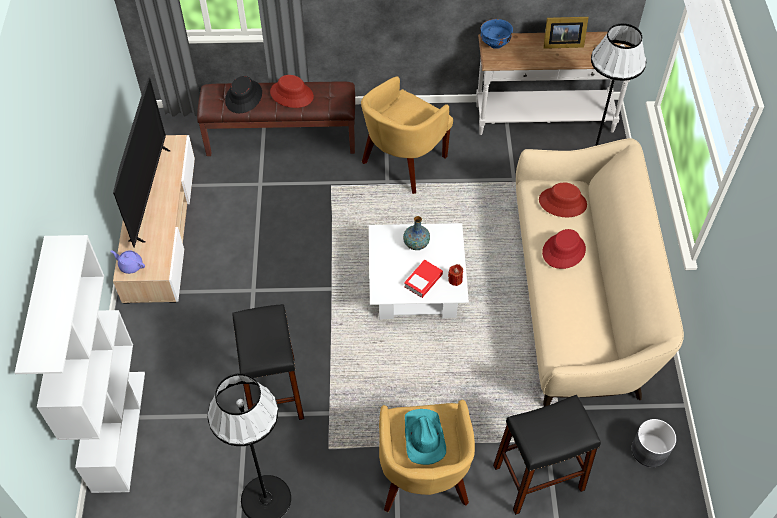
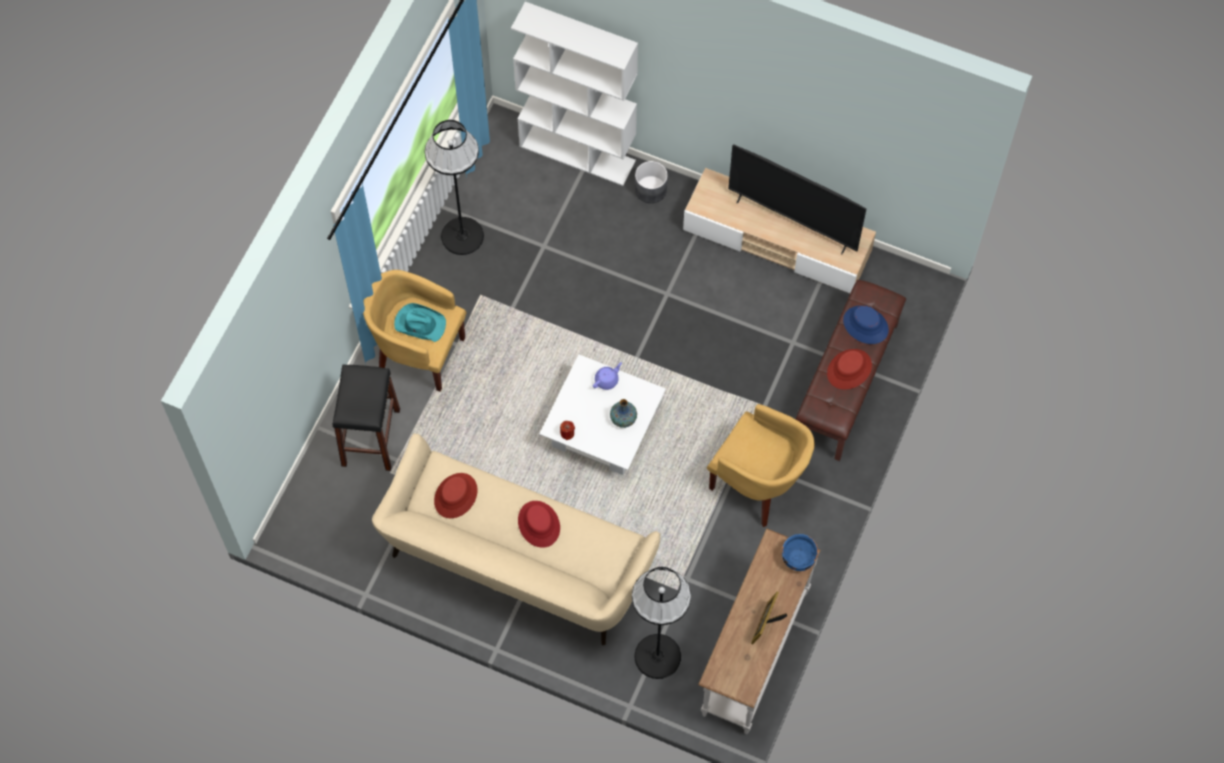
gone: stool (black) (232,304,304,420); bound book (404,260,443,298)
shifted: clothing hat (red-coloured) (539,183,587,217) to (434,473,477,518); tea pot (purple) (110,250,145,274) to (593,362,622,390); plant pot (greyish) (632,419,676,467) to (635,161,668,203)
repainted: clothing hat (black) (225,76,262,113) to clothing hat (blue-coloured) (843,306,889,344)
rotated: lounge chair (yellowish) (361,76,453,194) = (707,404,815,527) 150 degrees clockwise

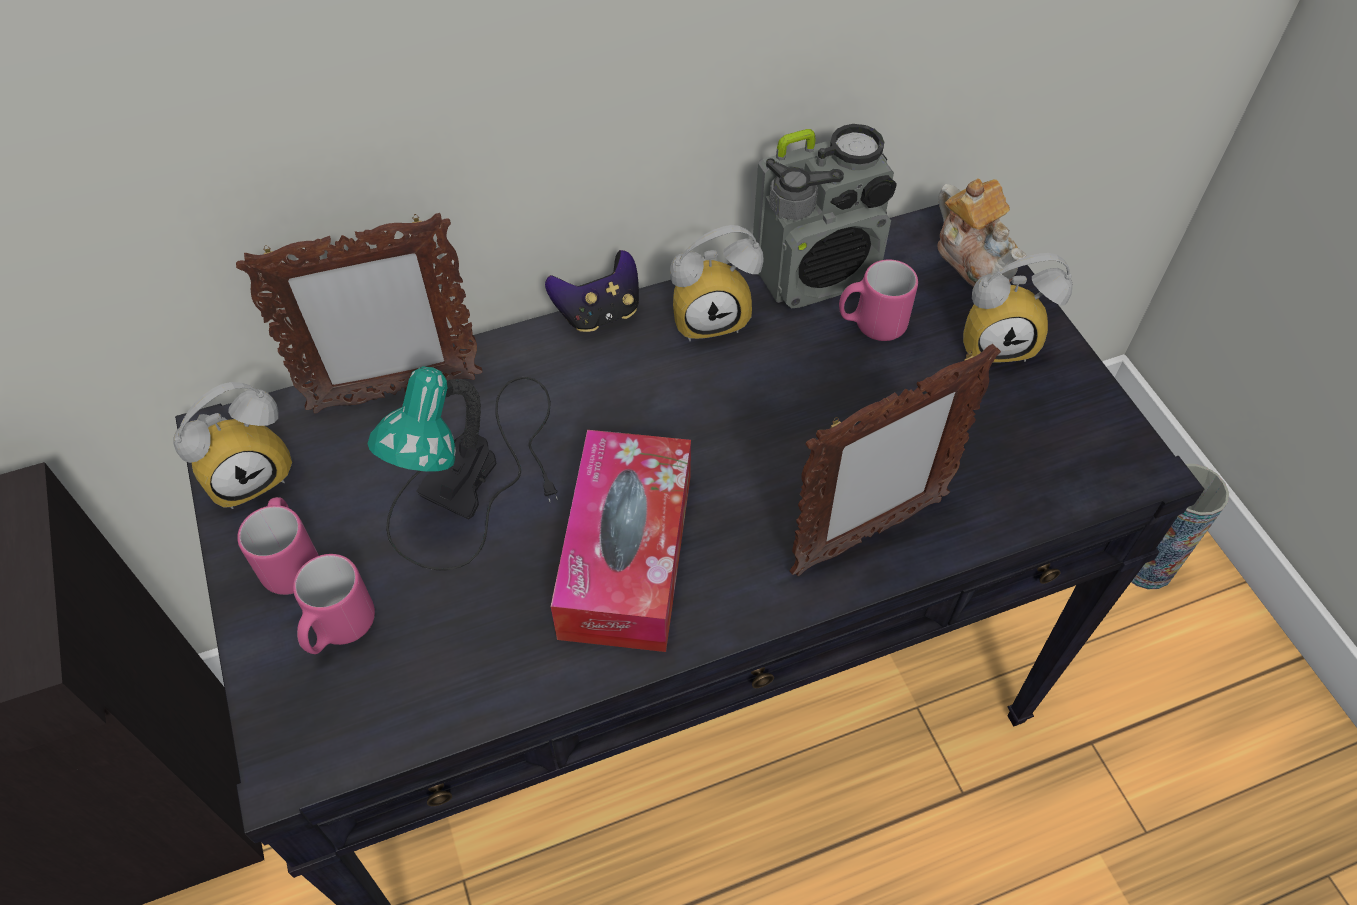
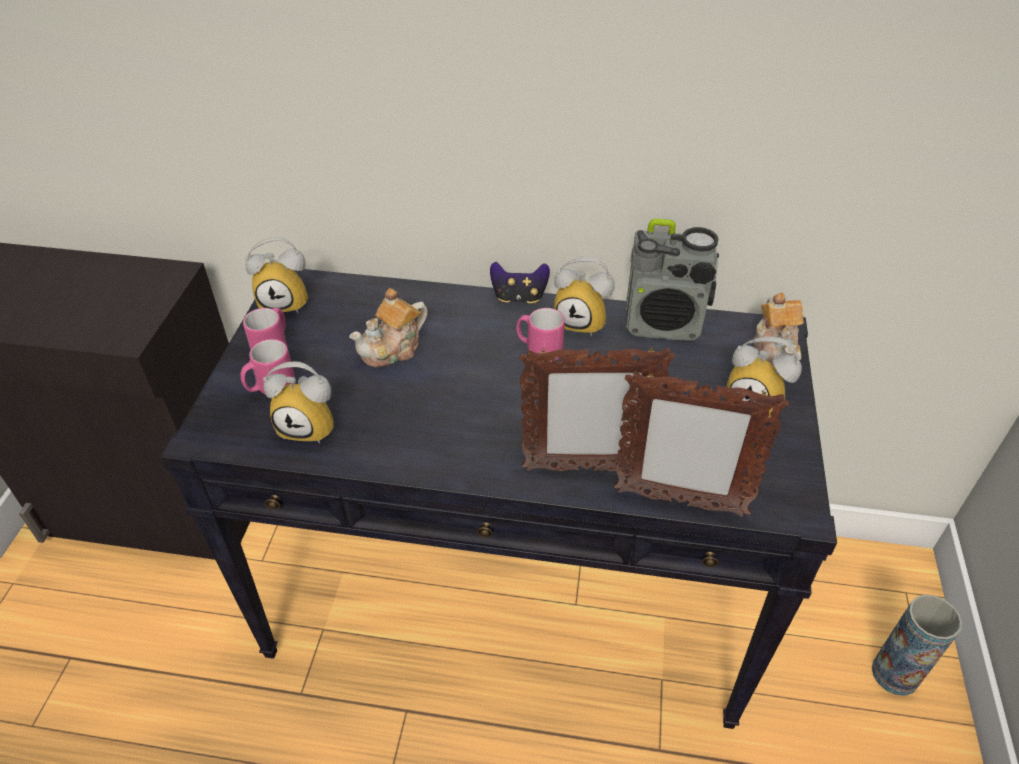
gone: box of tissues (551,430,691,652)
new: bedside clock (263,361,334,444)
shifted: coffee mug (pinkish) (839,260,918,341) to (516,308,565,362); picture frame (236,213,483,414) to (614,371,789,517)
swapped: table lamp (368,366,558,571) to tea pot (349,288,428,367)

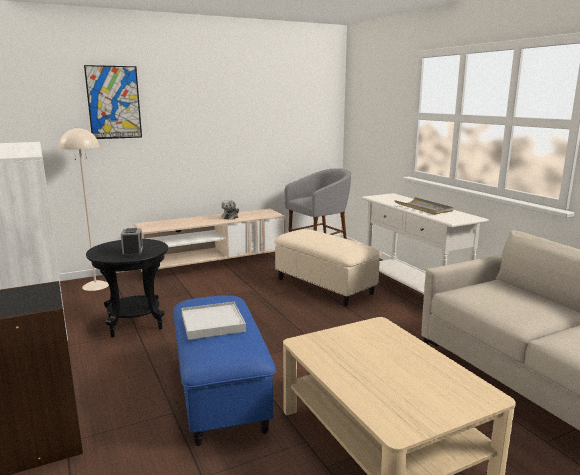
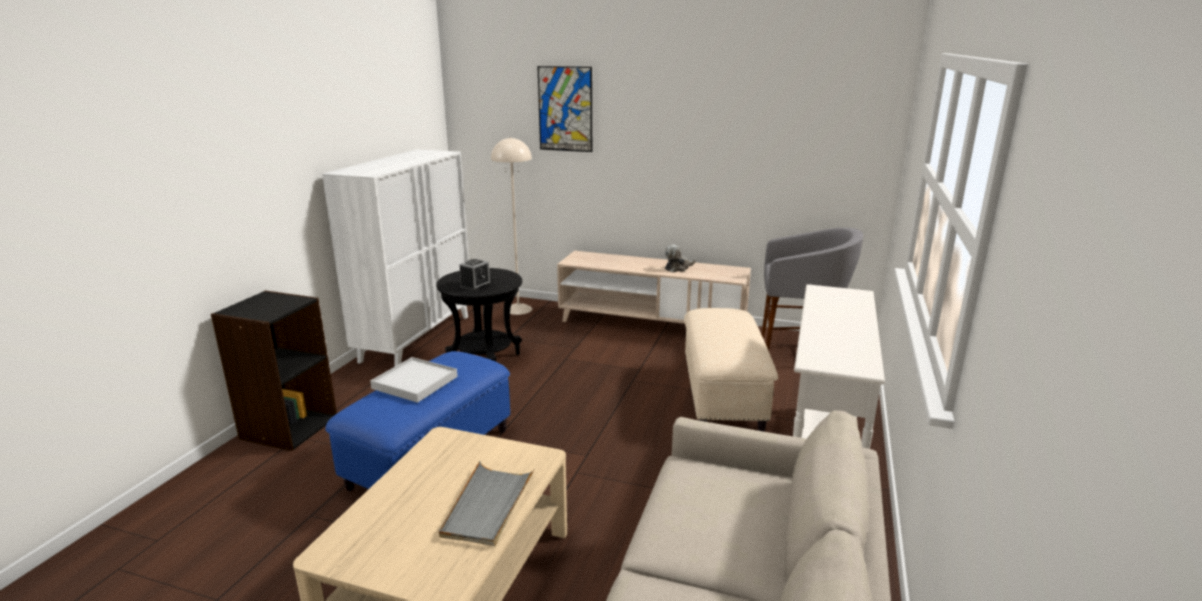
shifted: tray (greyish) (394,197,454,215) to (439,461,535,546)

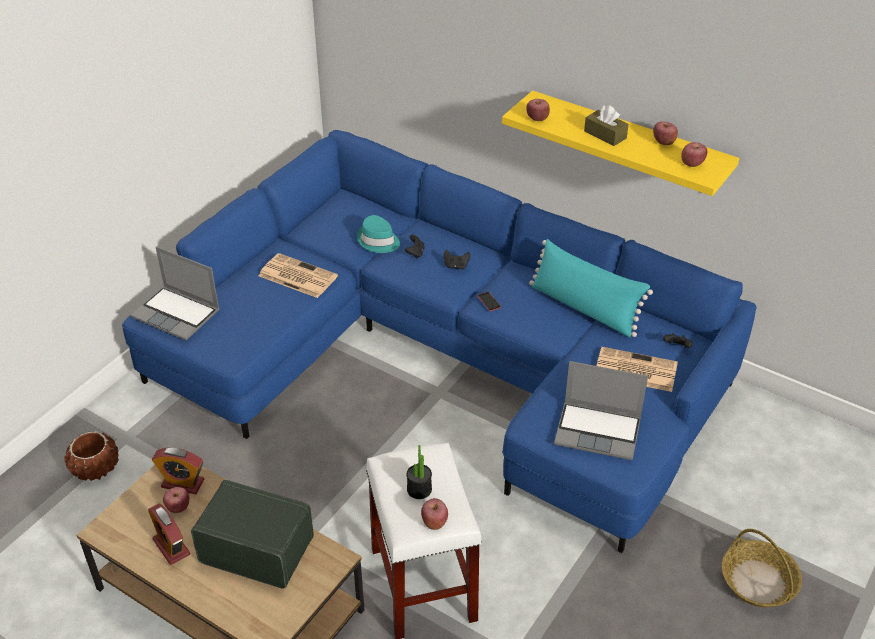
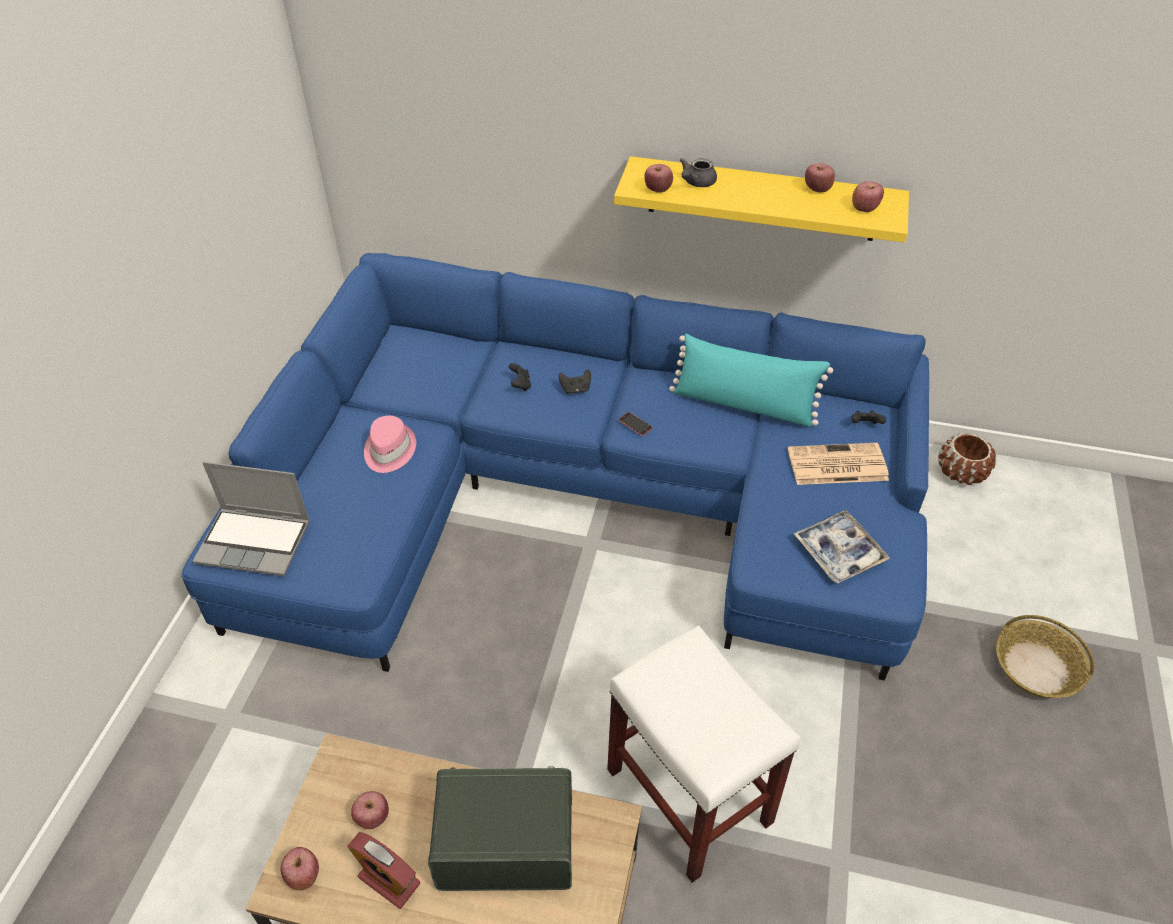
gone: bedside clock (152,447,204,494); clothing hat (blue-green) (357,215,400,253); houseplant (407,445,432,499); box of tissues (brownish) (584,105,629,146)
new: tea pot (greyish) (680,158,717,187)
shifted: apple (421,498,448,530) to (281,847,319,890); plant pot (brownish) (64,431,119,481) to (938,433,996,485)
swapped: newspaper (259,253,338,298) to clothing hat (pinkish) (364,416,416,473); portable computer (554,361,648,460) to tray (794,511,890,583)

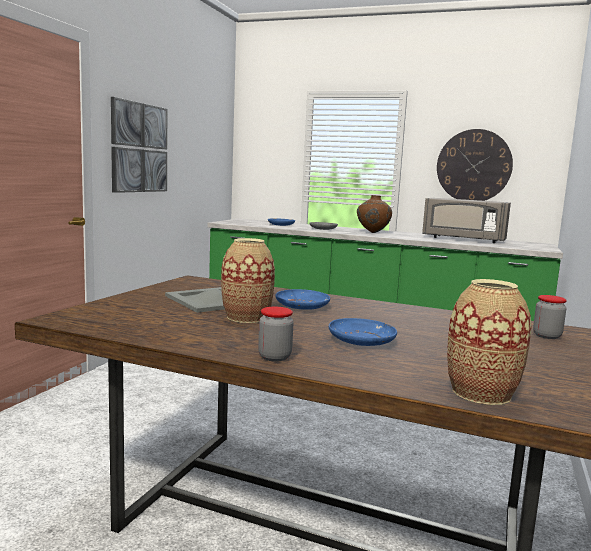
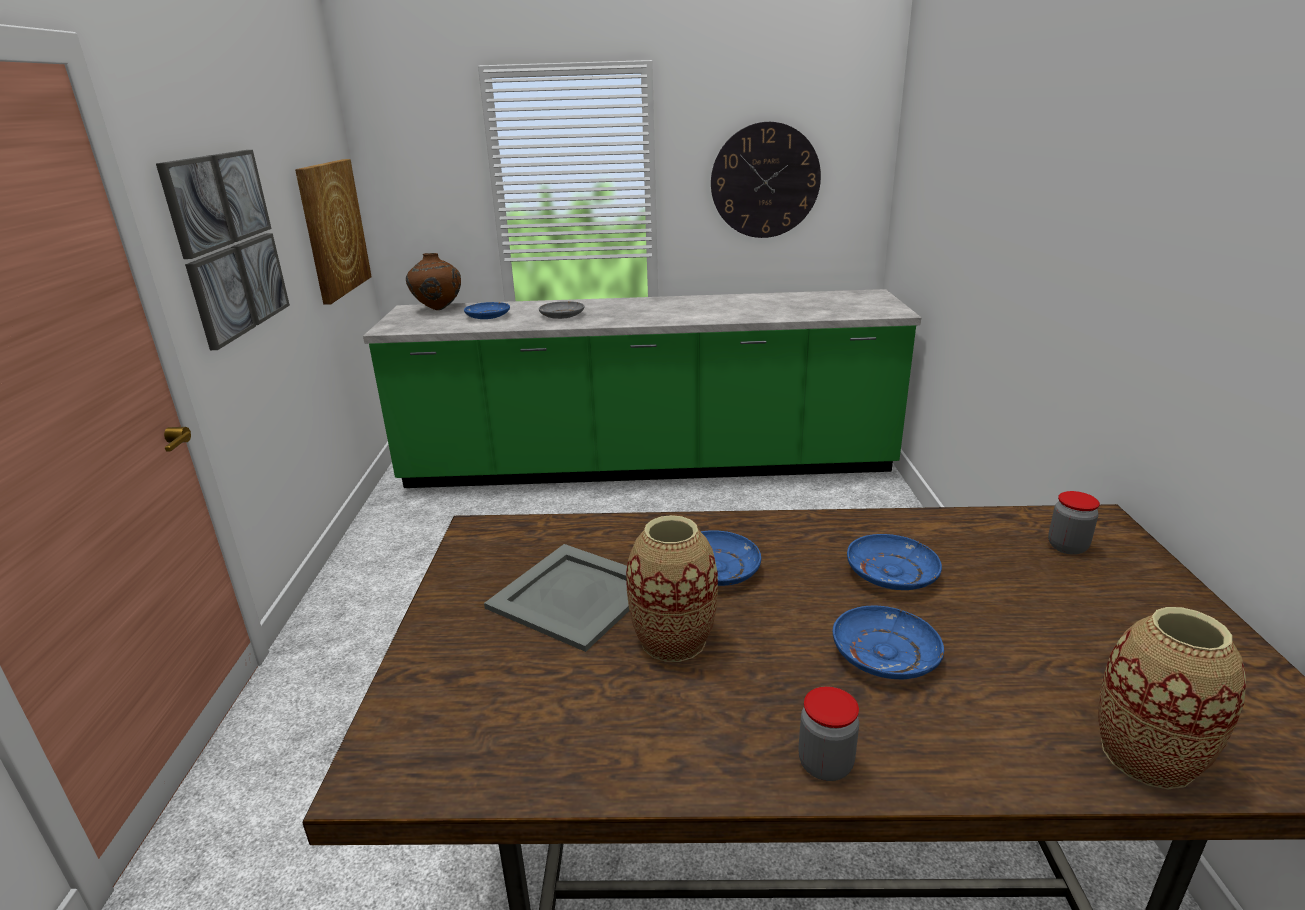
gone: kitchen microwave (greyish) (422,198,511,243)
new: wall picture (295,159,372,305); dinner plate (blue-coloured) (847,534,942,590)
shifted: vase (brownish) (357,195,392,233) to (406,253,461,310)

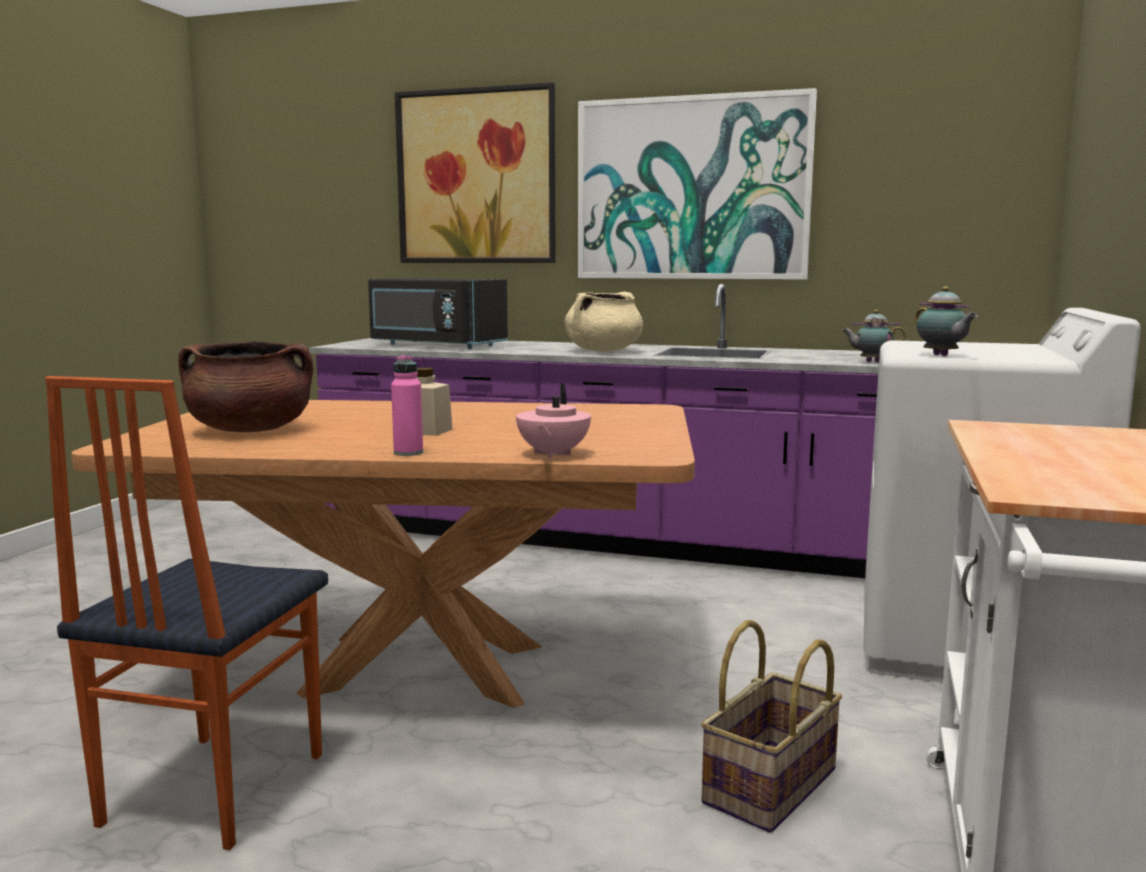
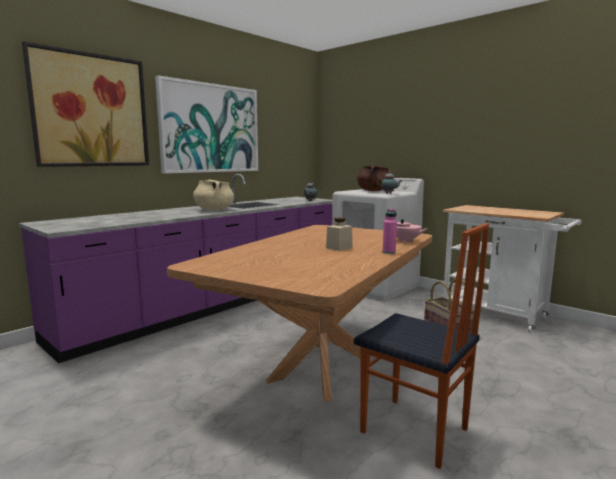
gone: kitchen microwave (black) (368,278,508,349)
shifted: stockpot (brownish) (178,341,313,432) to (357,165,389,191)

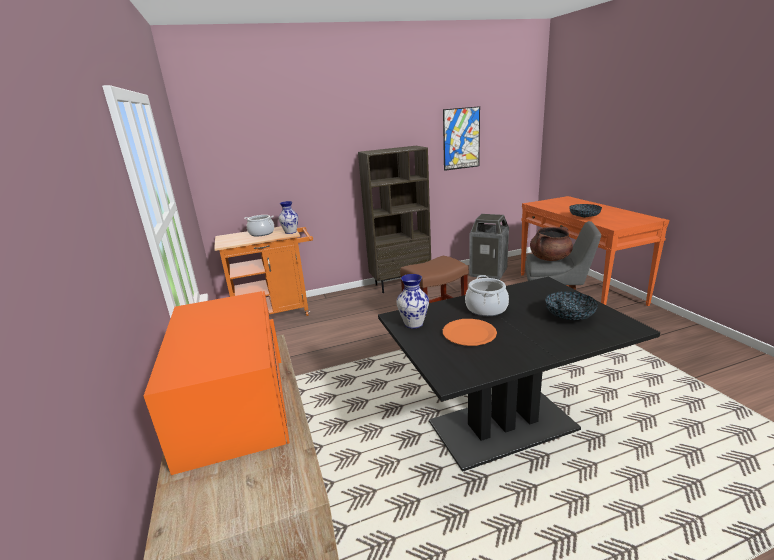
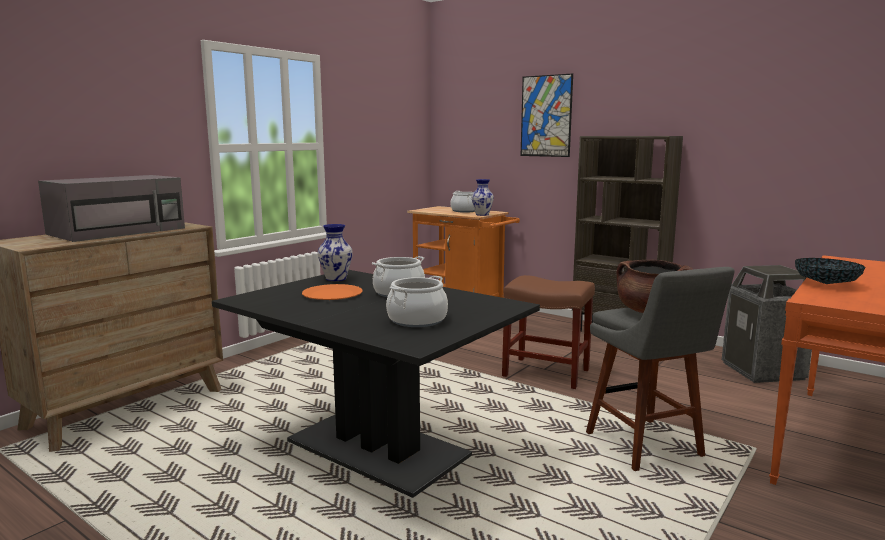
shifted: wall picture (443,106,480,171) to (521,73,573,157)
swapped: deep dish (545,291,598,320) to stockpot (386,276,448,327)
repainted: kitchen microwave (orangey) (144,291,290,475) to kitchen microwave (greyish) (38,175,185,242)

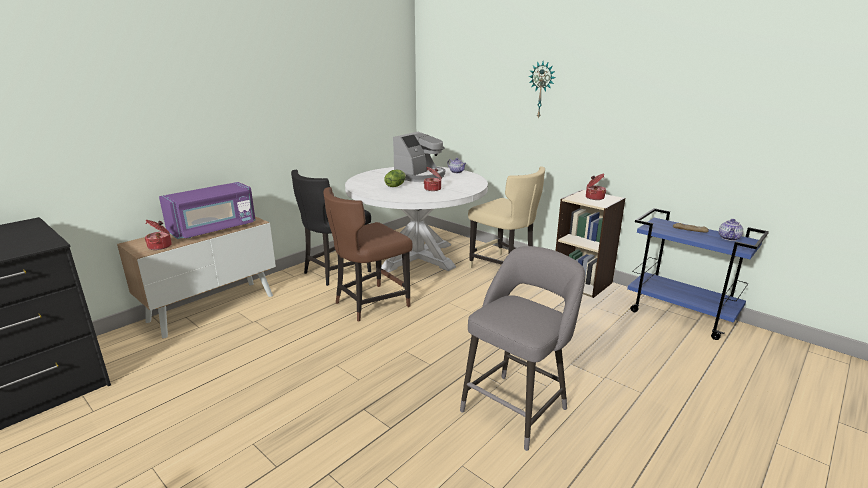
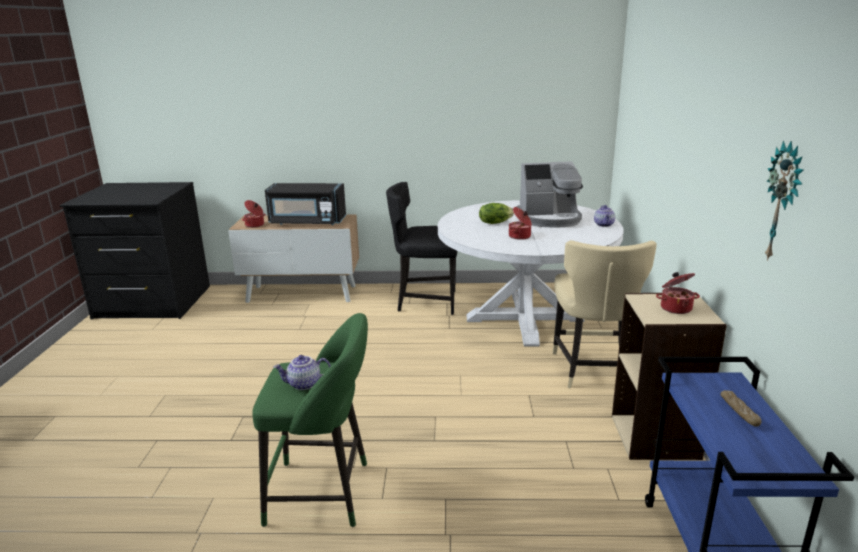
gone: chair (brownish) (323,187,413,322)
shifted: tea pot (719,219,743,241) to (274,355,331,390); wall clock (528,61,555,119) to (765,141,803,261)
repainted: stool (greyish) (460,246,585,451) to stool (green-coloured) (252,313,368,527); kitchen microwave (purple) (159,182,256,239) to kitchen microwave (black) (265,183,346,225)

